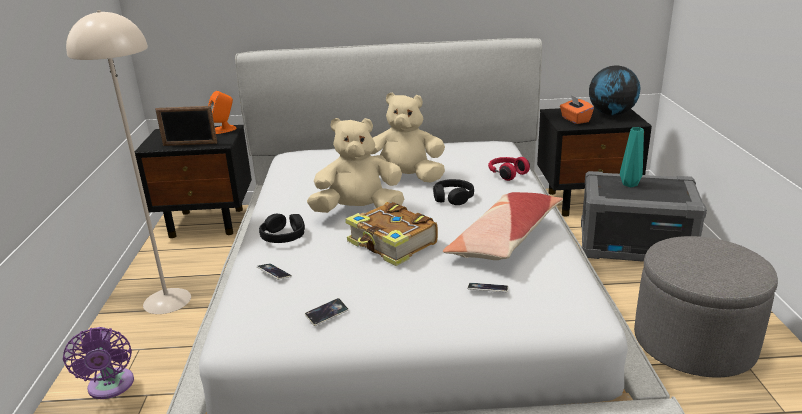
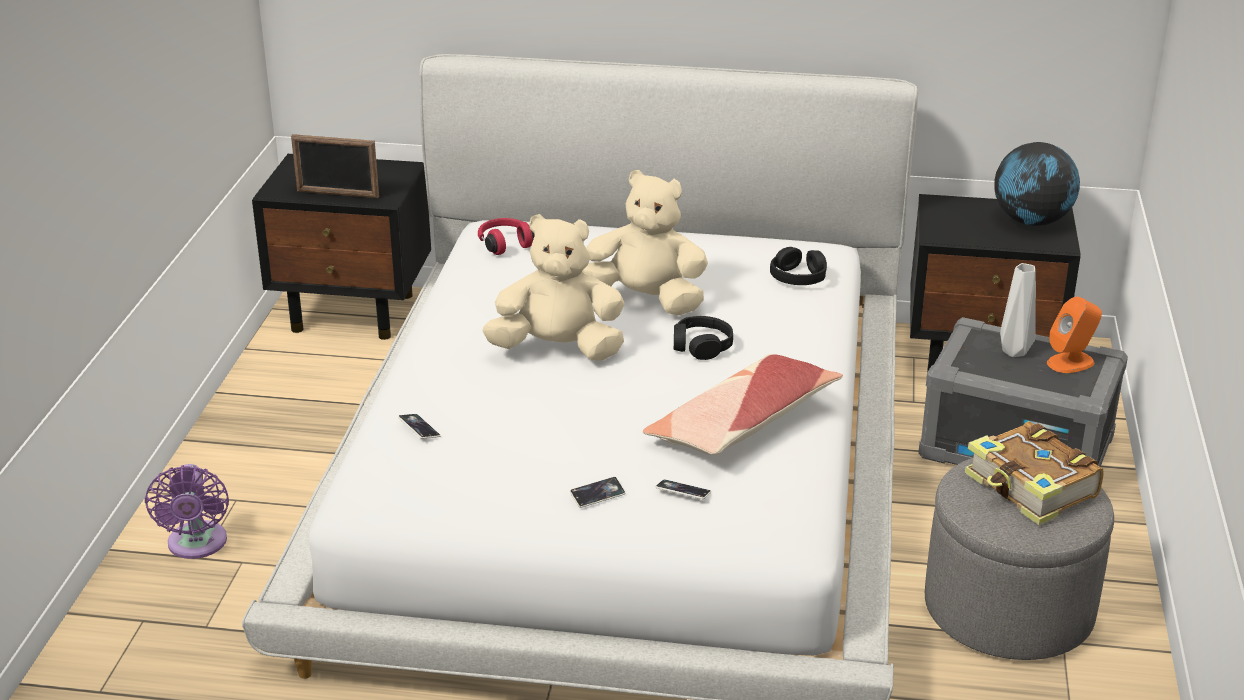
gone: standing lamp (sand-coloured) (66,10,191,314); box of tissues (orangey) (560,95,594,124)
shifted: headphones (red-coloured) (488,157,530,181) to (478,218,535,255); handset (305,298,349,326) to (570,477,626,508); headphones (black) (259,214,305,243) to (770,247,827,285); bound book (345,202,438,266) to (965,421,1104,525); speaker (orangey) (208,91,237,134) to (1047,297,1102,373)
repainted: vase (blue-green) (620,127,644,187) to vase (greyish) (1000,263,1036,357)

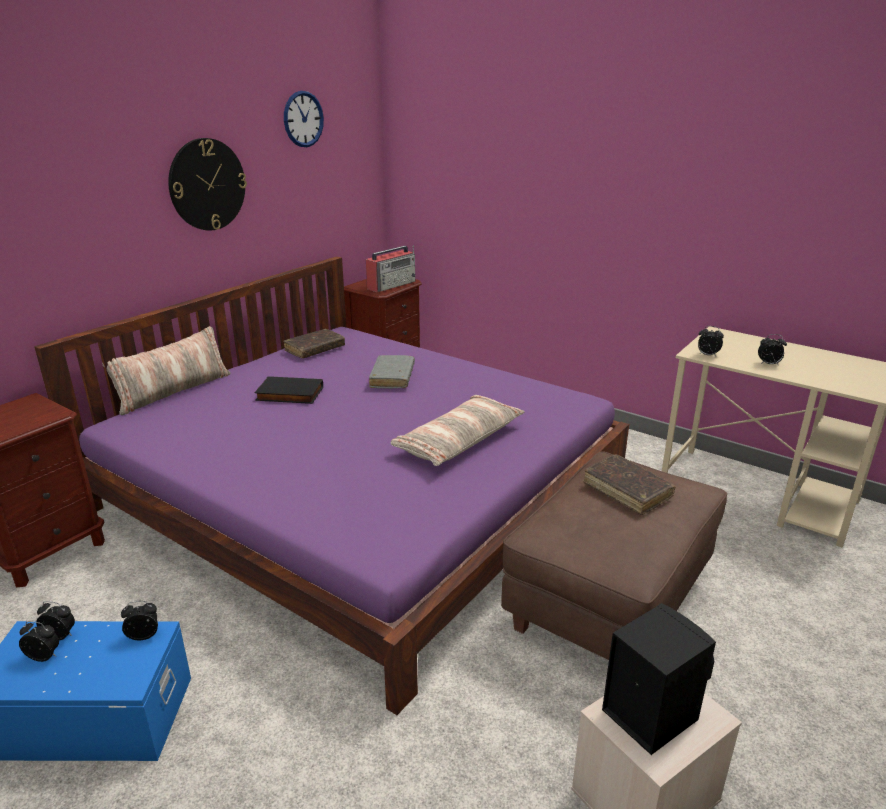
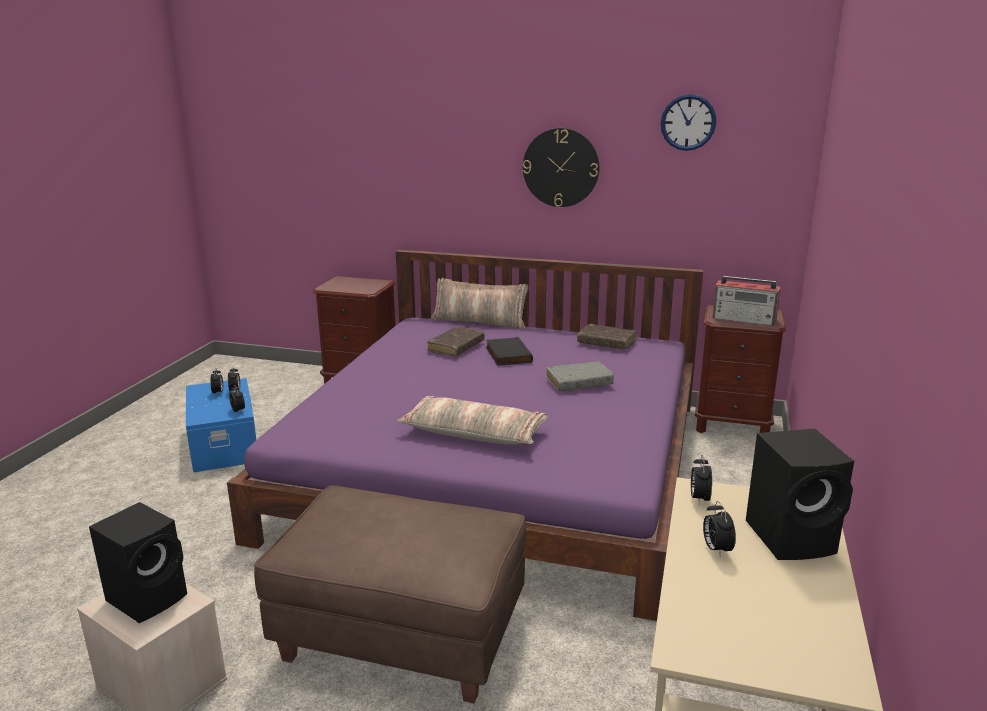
new: speaker (black) (746,429,854,560)
shifted: bound book (brownish) (583,454,675,515) to (427,327,485,356)

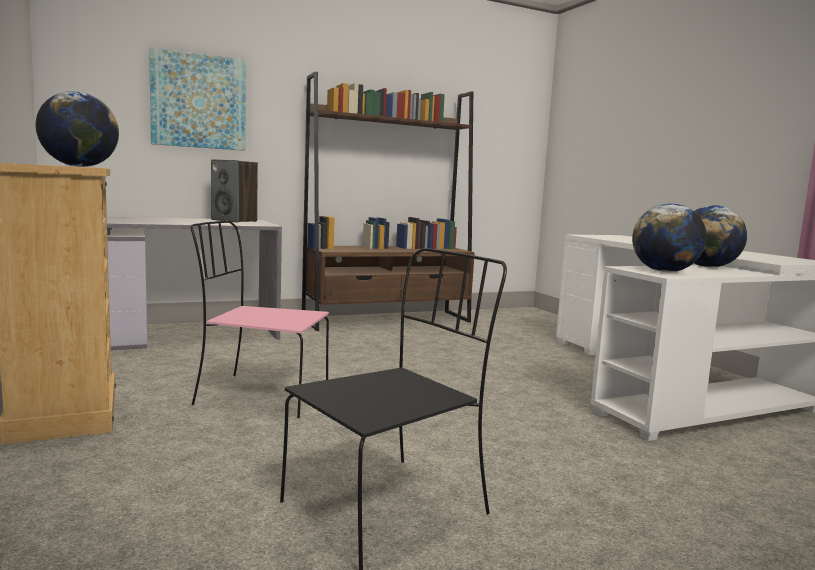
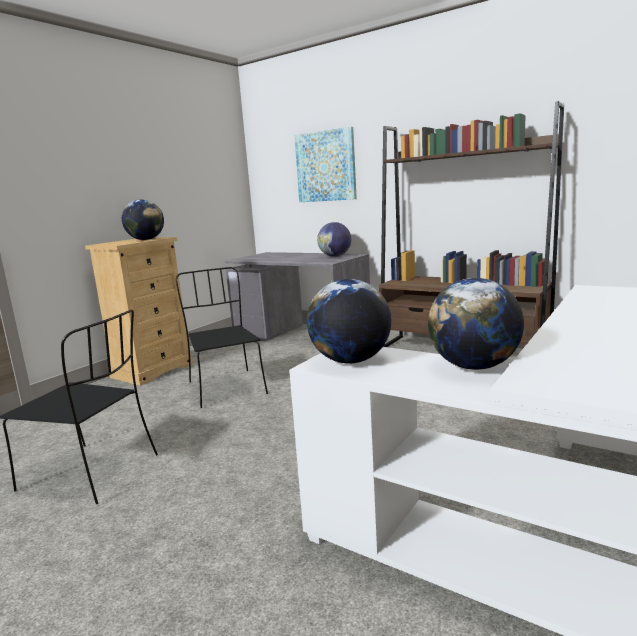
swapped: speaker (211,160,258,222) to world globe (317,222,351,257)
repainted: chair (pinkish) (190,220,329,418) to chair (black) (176,267,268,408)

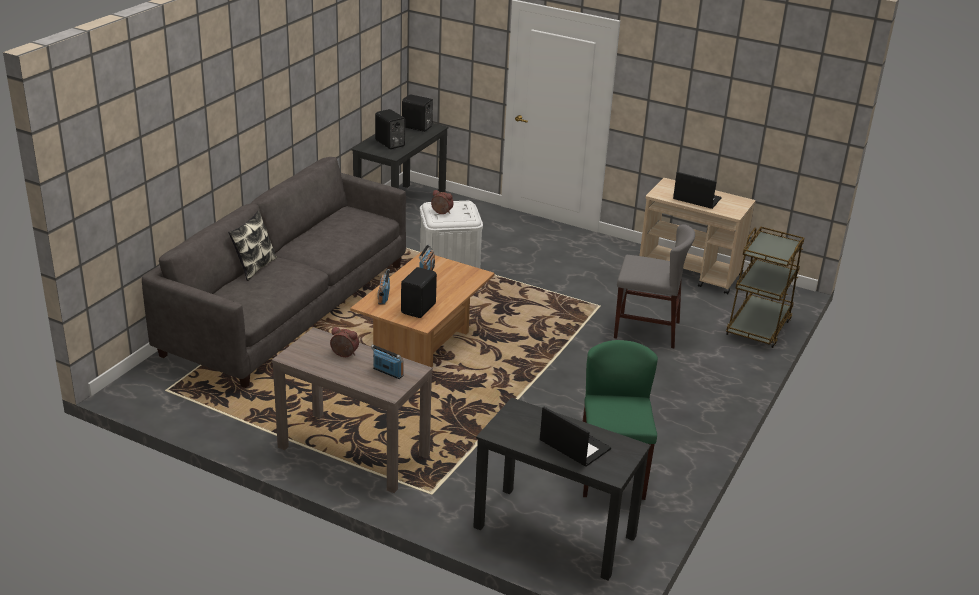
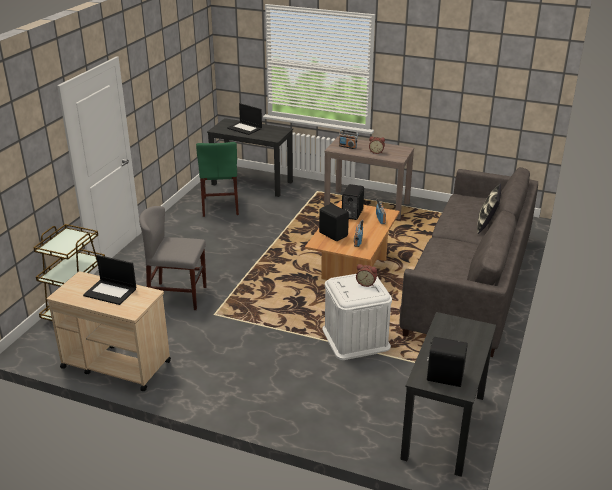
shifted: speaker (black) (375,109,405,149) to (319,204,349,241)

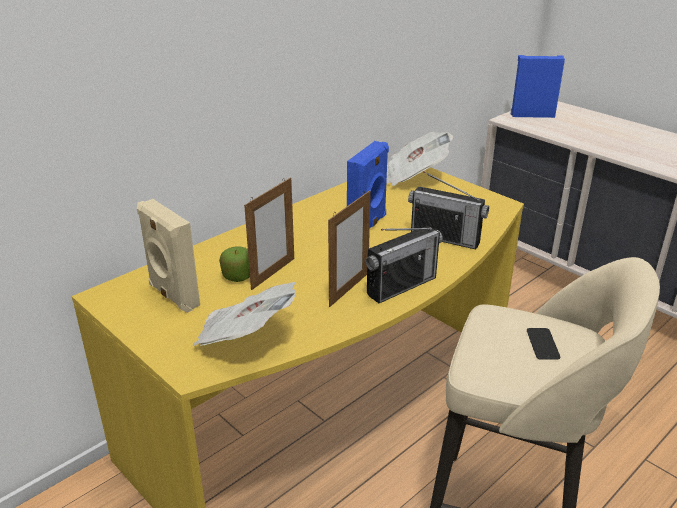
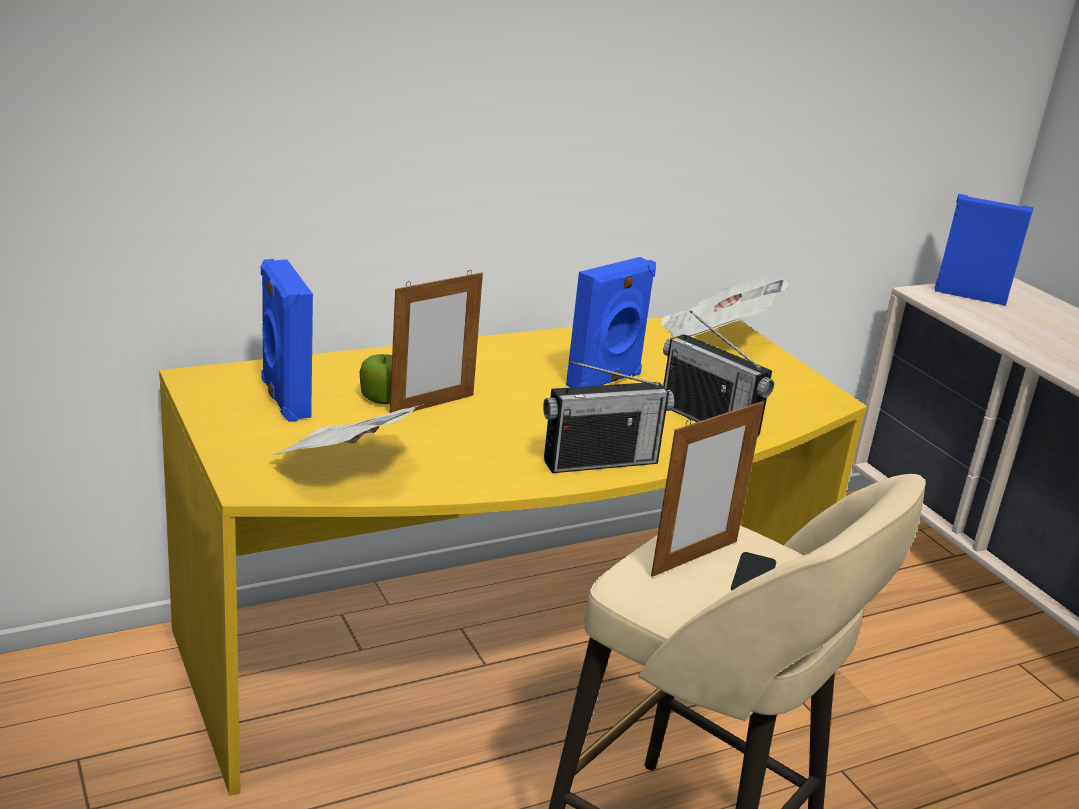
shifted: picture frame (328,190,371,307) to (651,400,764,577)
repainted: speaker (sand-coloured) (137,199,200,313) to speaker (blue-coloured) (261,259,313,422)

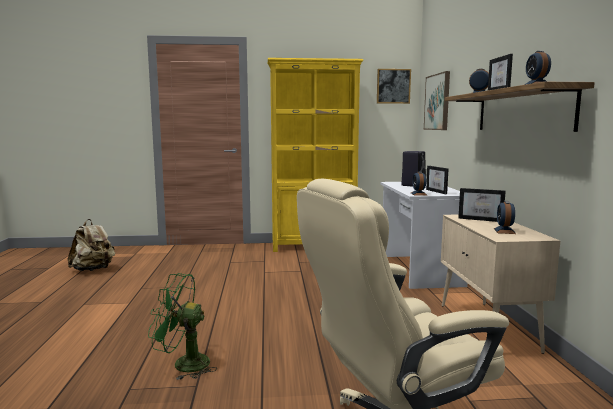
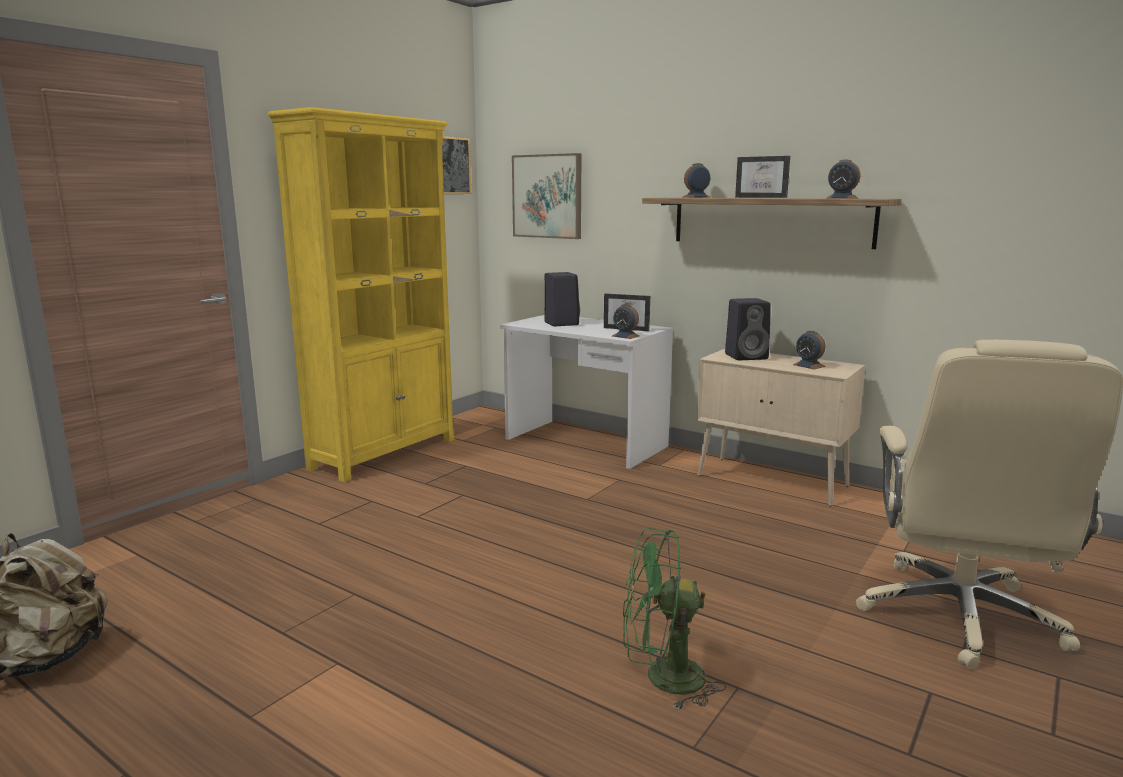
swapped: picture frame (458,188,506,222) to speaker (black) (725,298,771,360)
rotated: electric fan (green-coloured) (148,273,217,380) = (623,528,726,710) 45 degrees clockwise

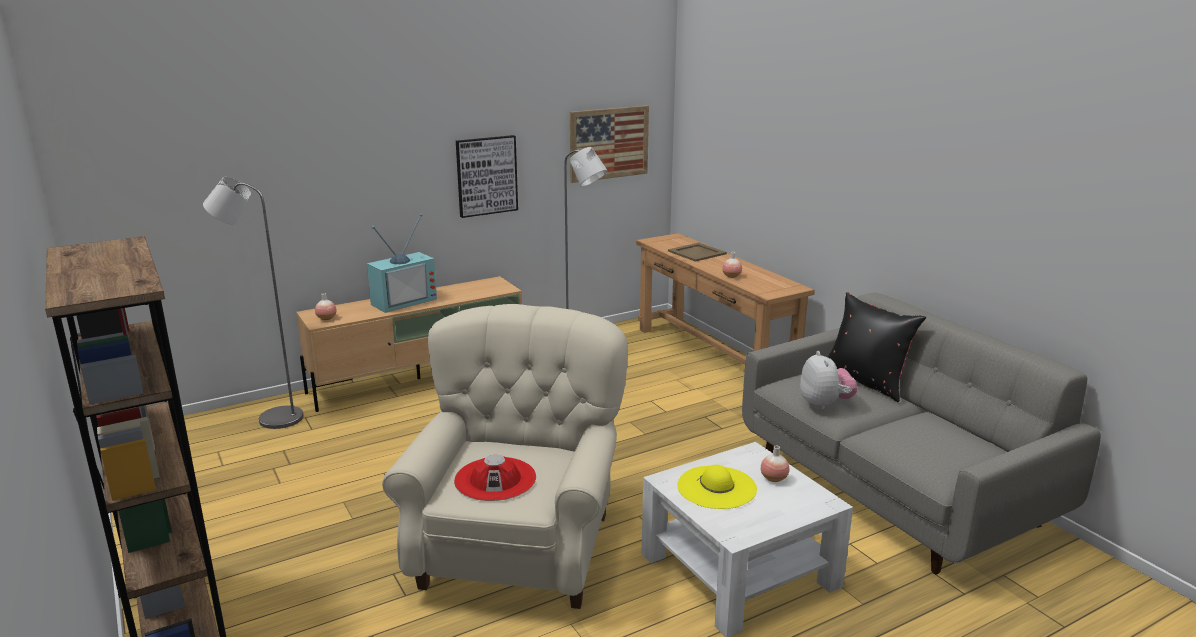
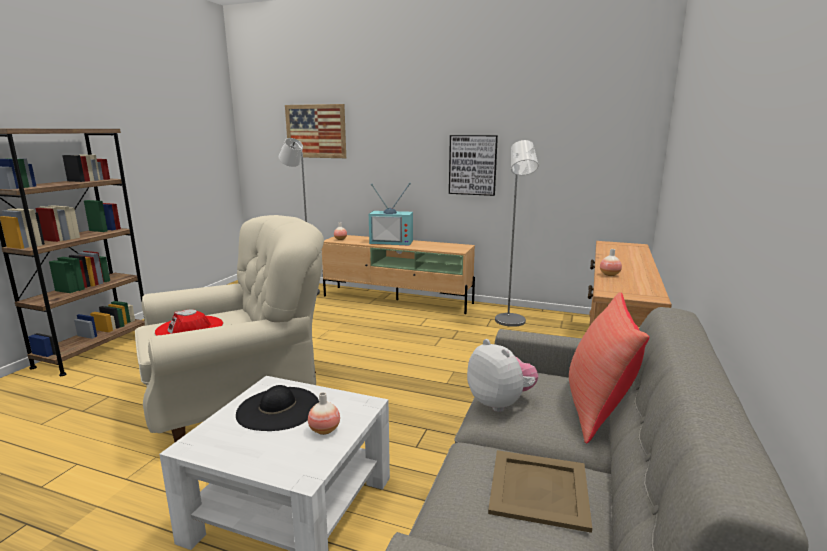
shifted: wall picture (570,105,649,183) to (285,104,346,158); tray (sand-coloured) (668,243,727,262) to (488,450,592,533)
repainted: clothing hat (yellowish) (677,465,757,509) to clothing hat (black) (236,385,319,431); pillow (black) (828,292,926,402) to pillow (red-coloured) (569,292,649,443)
rotated: cuddly toy (800,351,857,410) = (467,339,538,412) 75 degrees counterclockwise

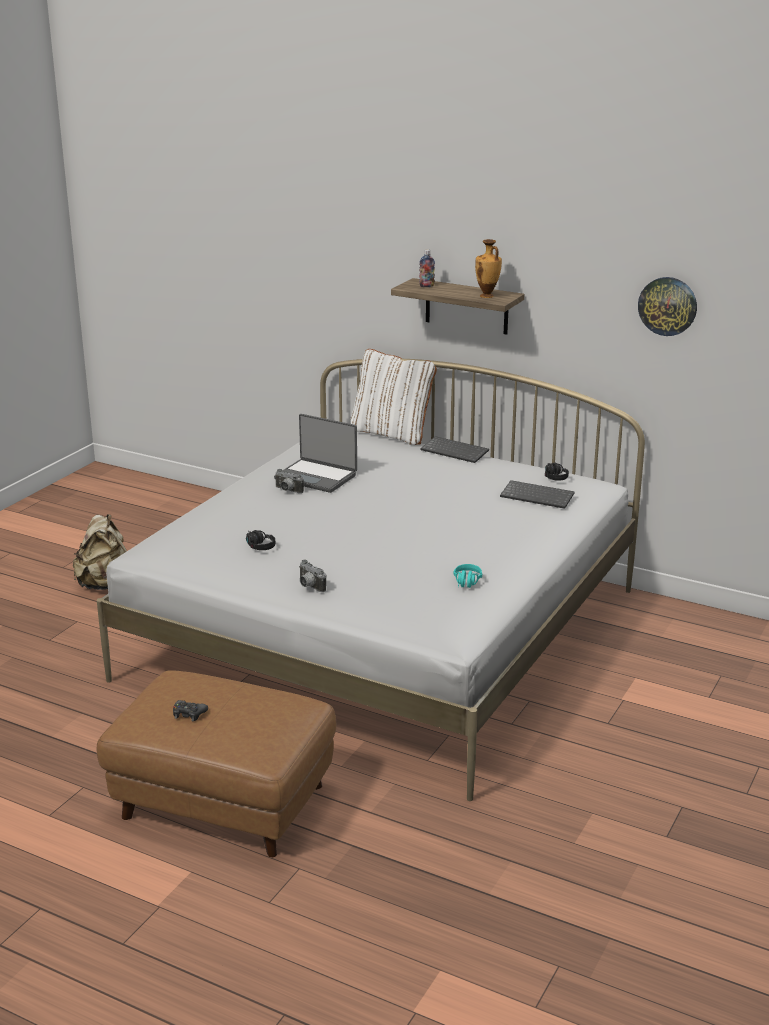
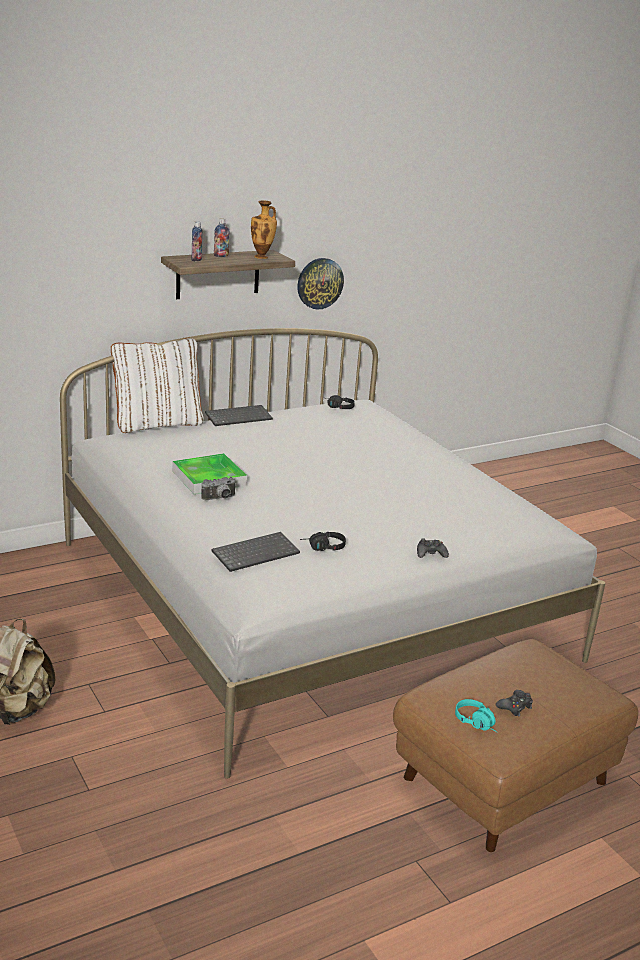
new: drink bottle (214,219,230,257)
shifted: keyboard (500,480,575,509) to (211,532,300,572); wall clock (638,277,697,336) to (297,258,344,310); headphones (blue-green) (453,564,482,588) to (455,699,498,733)
swapped: portable computer (274,414,357,493) to tray (172,453,247,494); photo camera (299,560,326,592) to joypad (black) (417,538,449,558)

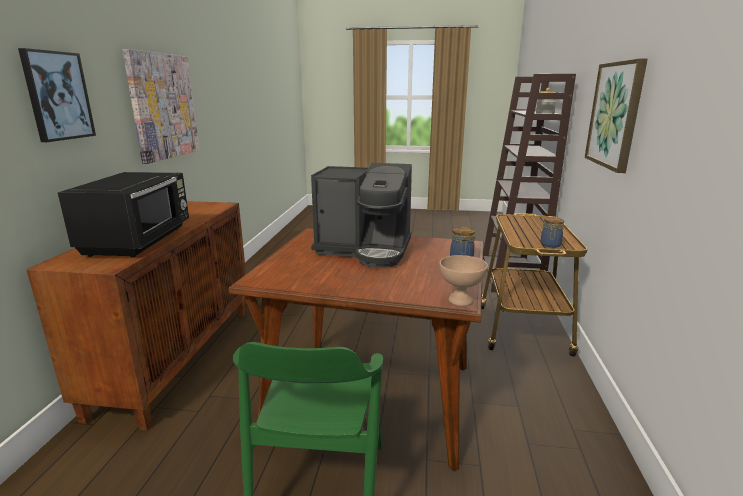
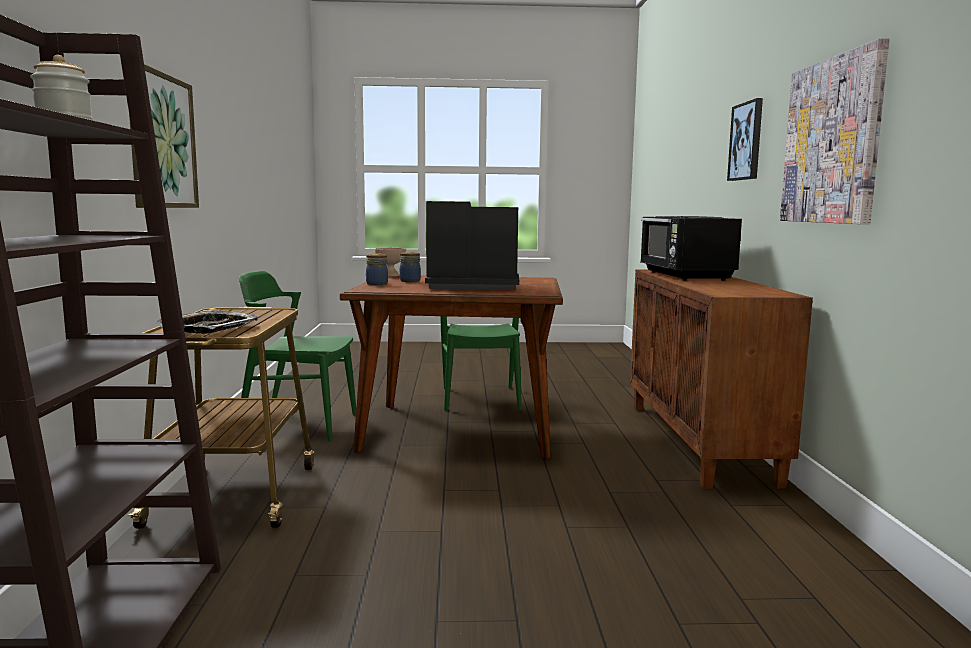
new: tray (157,310,258,334); chair (green-coloured) (239,271,356,441)
shifted: storage jar (541,217,564,248) to (399,252,421,282)

